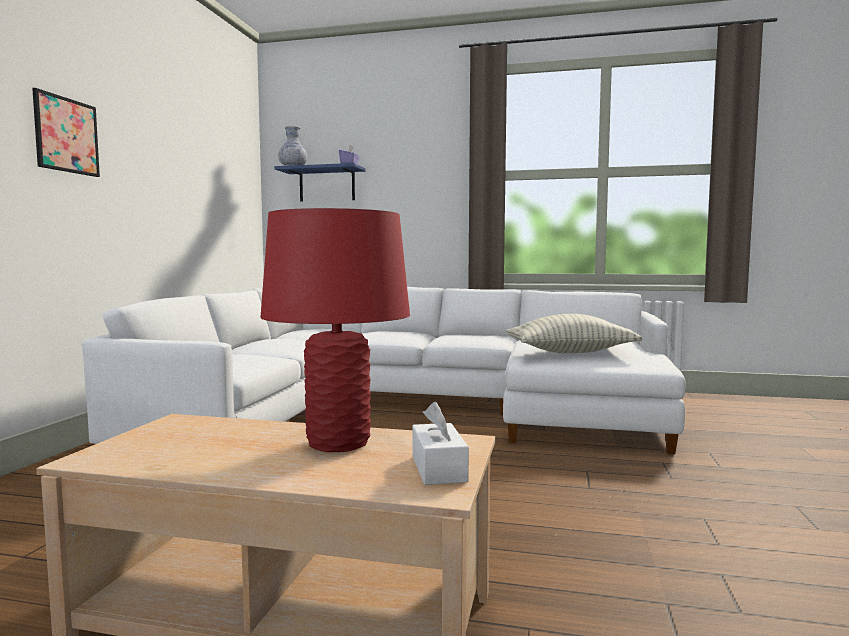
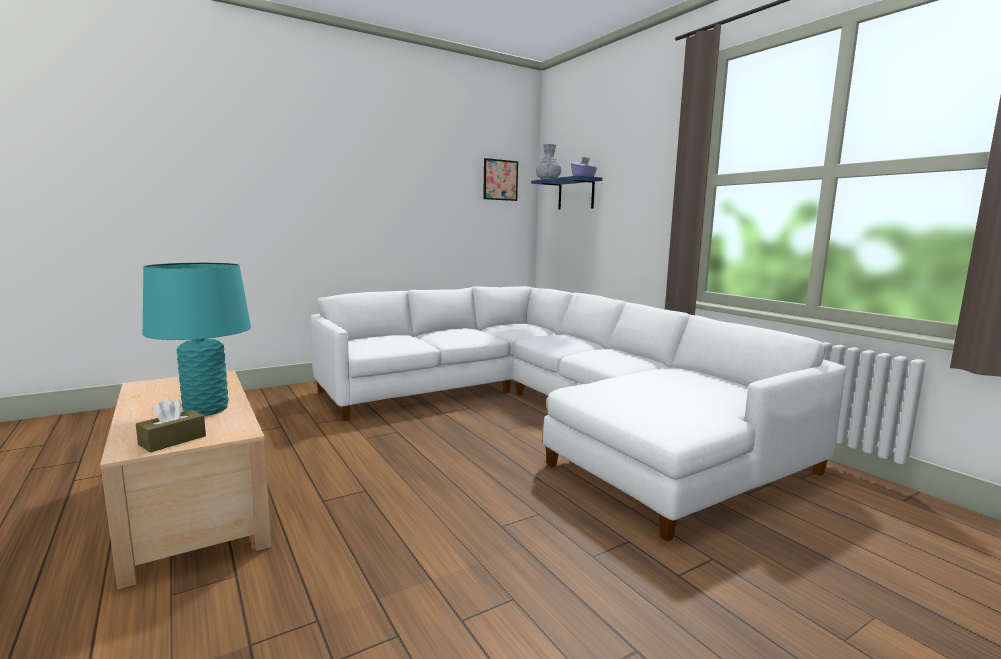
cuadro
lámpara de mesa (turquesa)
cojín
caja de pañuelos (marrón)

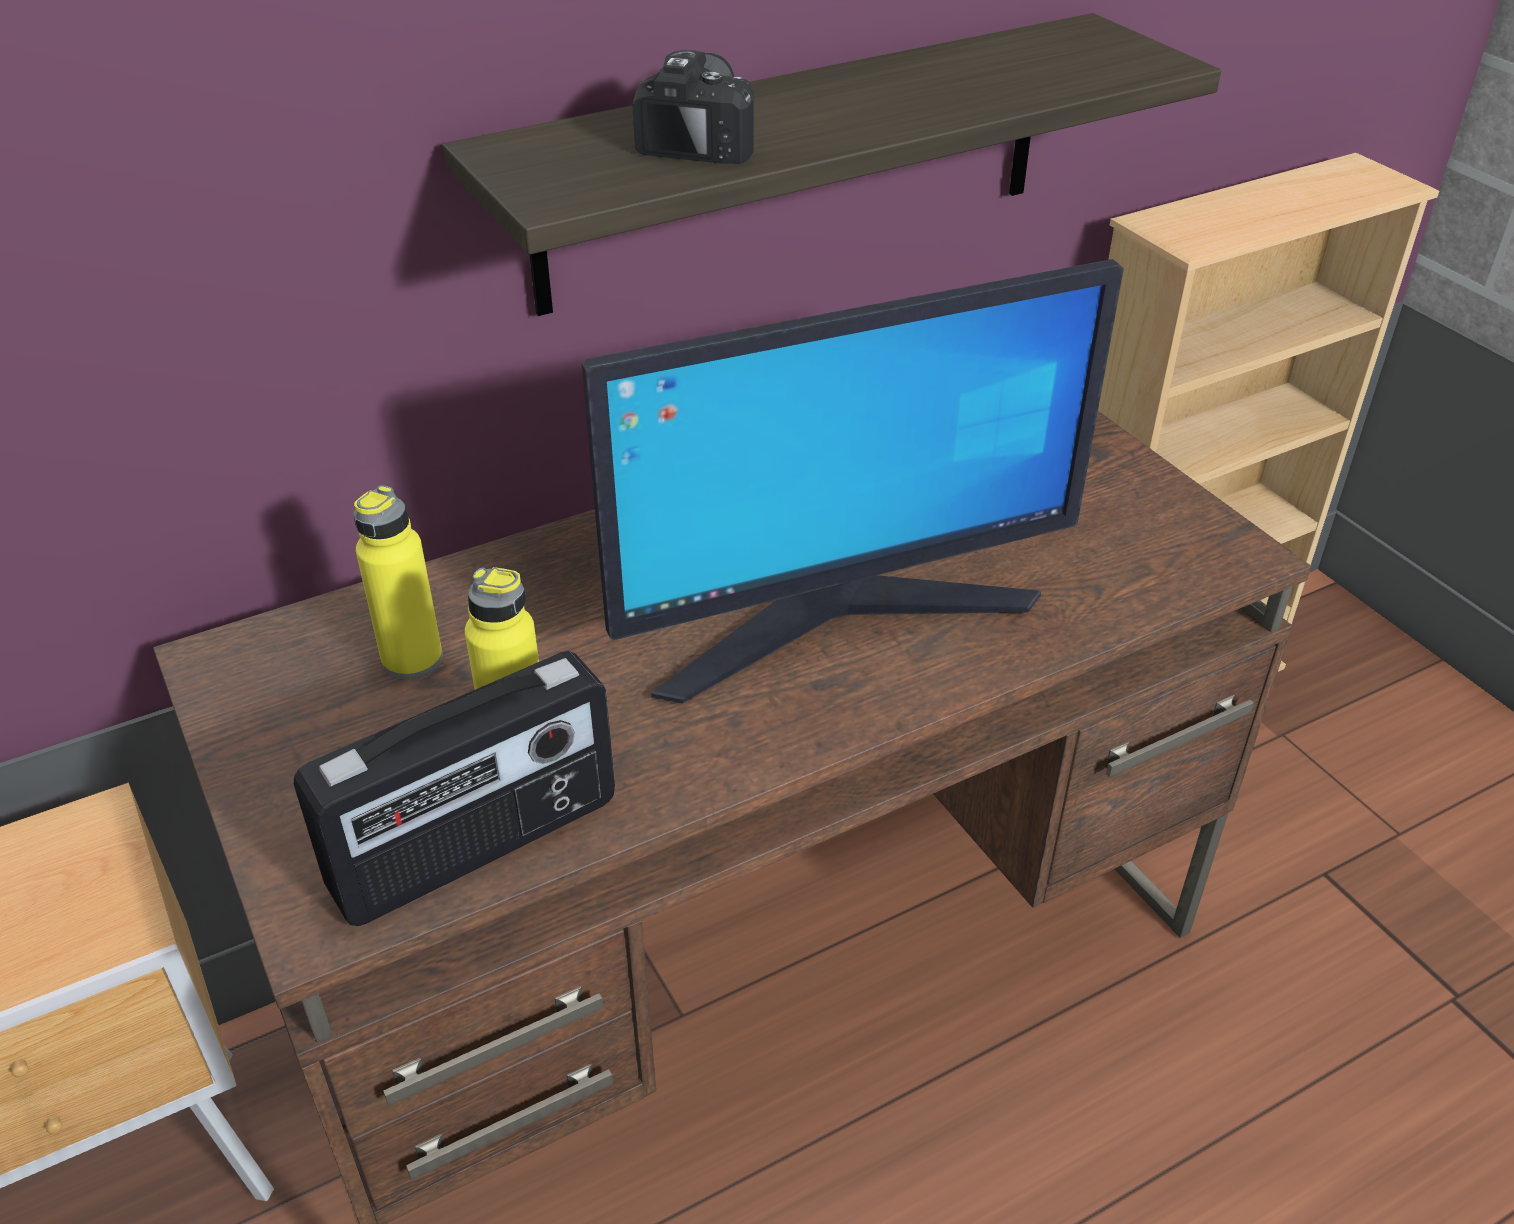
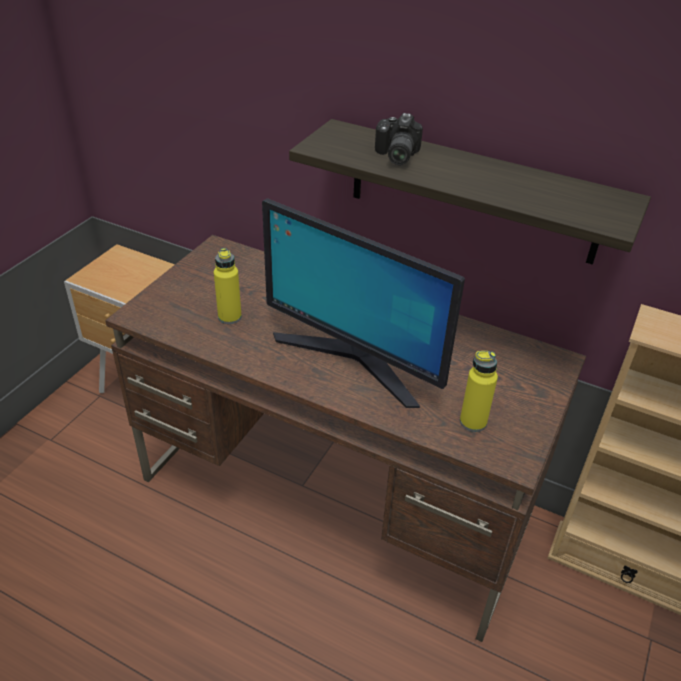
cámara
botella (amarillo) (no. 2 from left)
radio

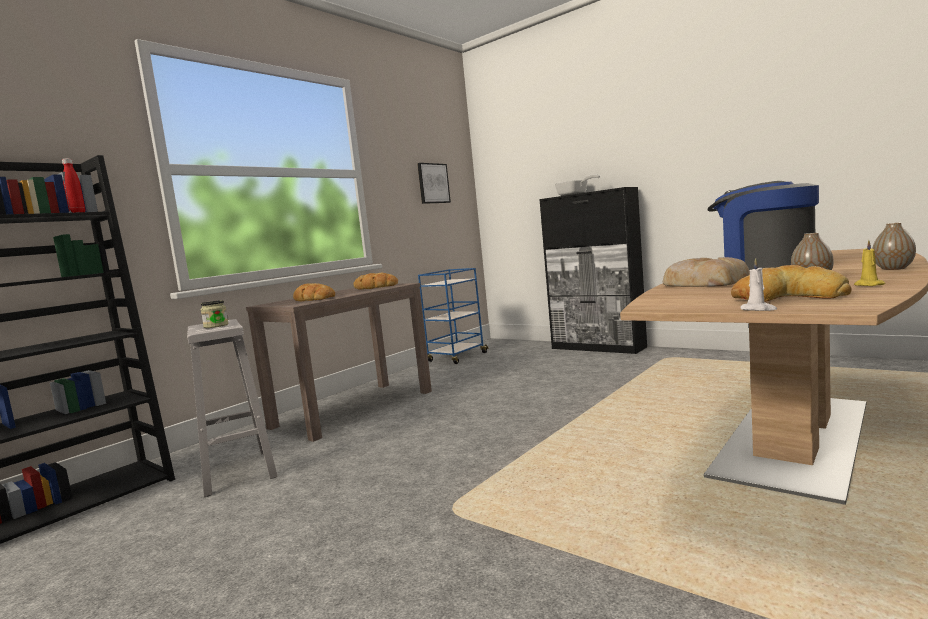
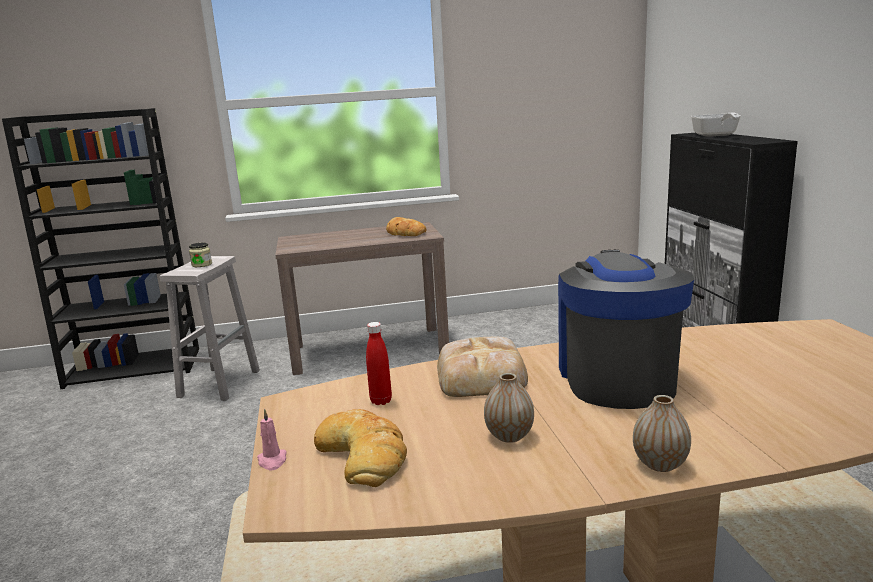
botella (rojo)
cuadro
vela (amarillo)
vela (rosa)
carrito (azul)
pan (no. 1 from left in the first image)

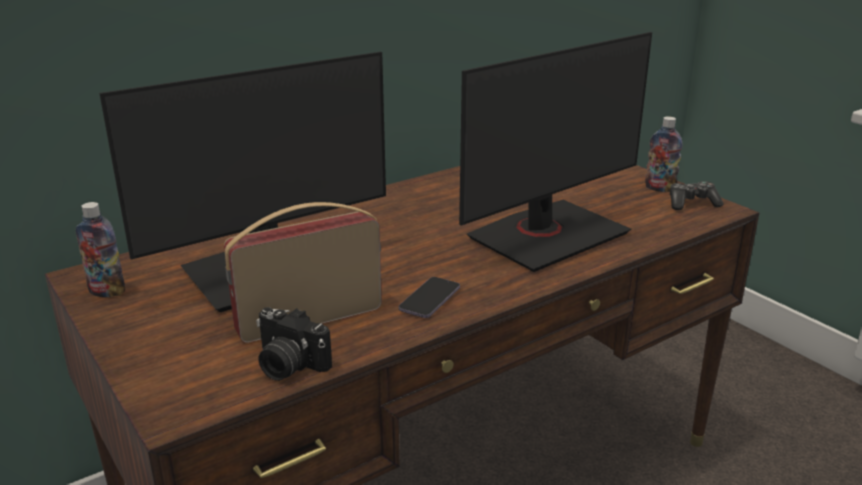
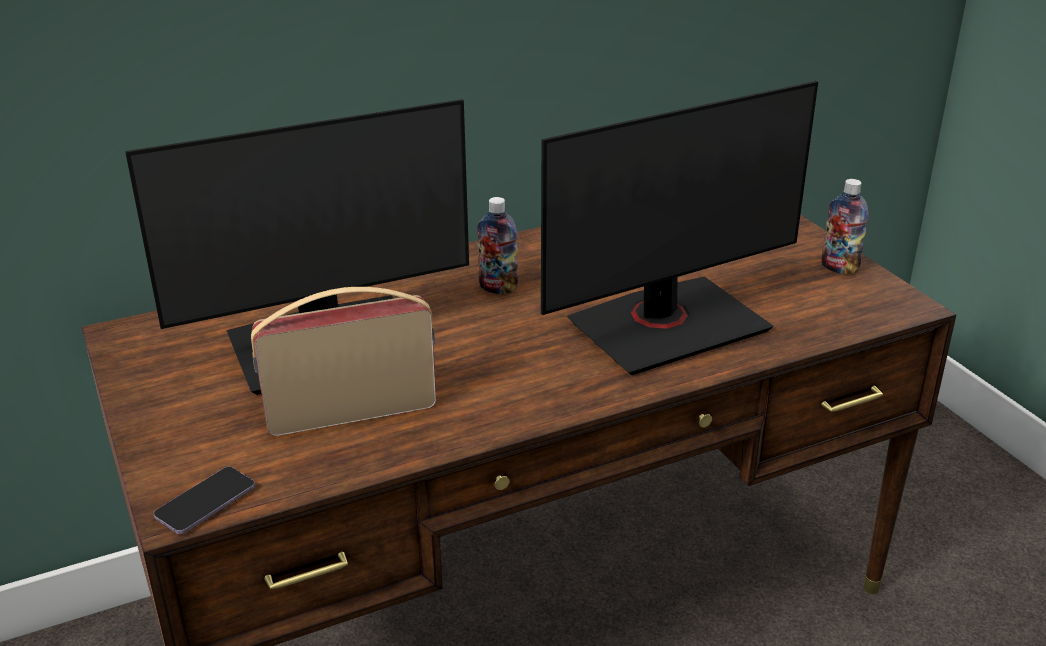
mando de consola
botella (no. 1 from left)
móvil
cámara

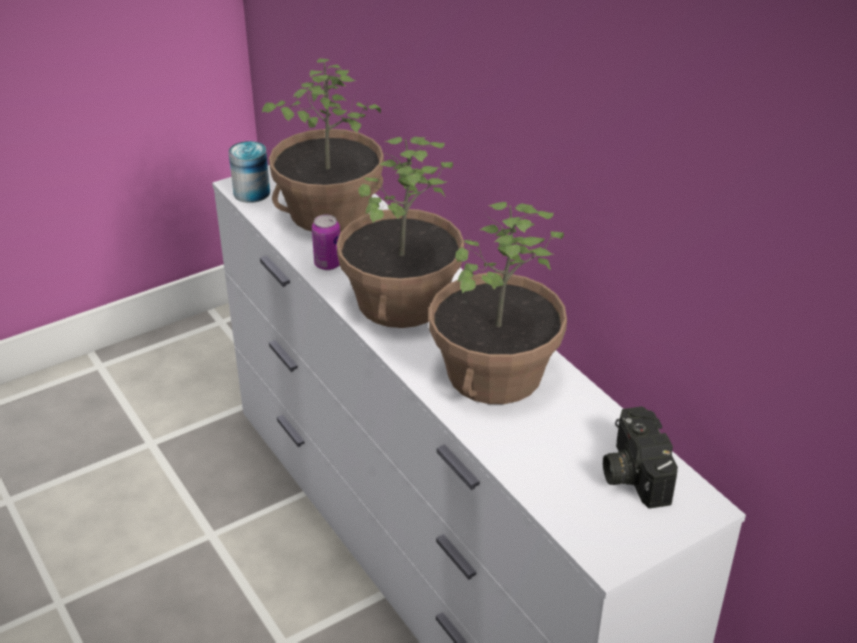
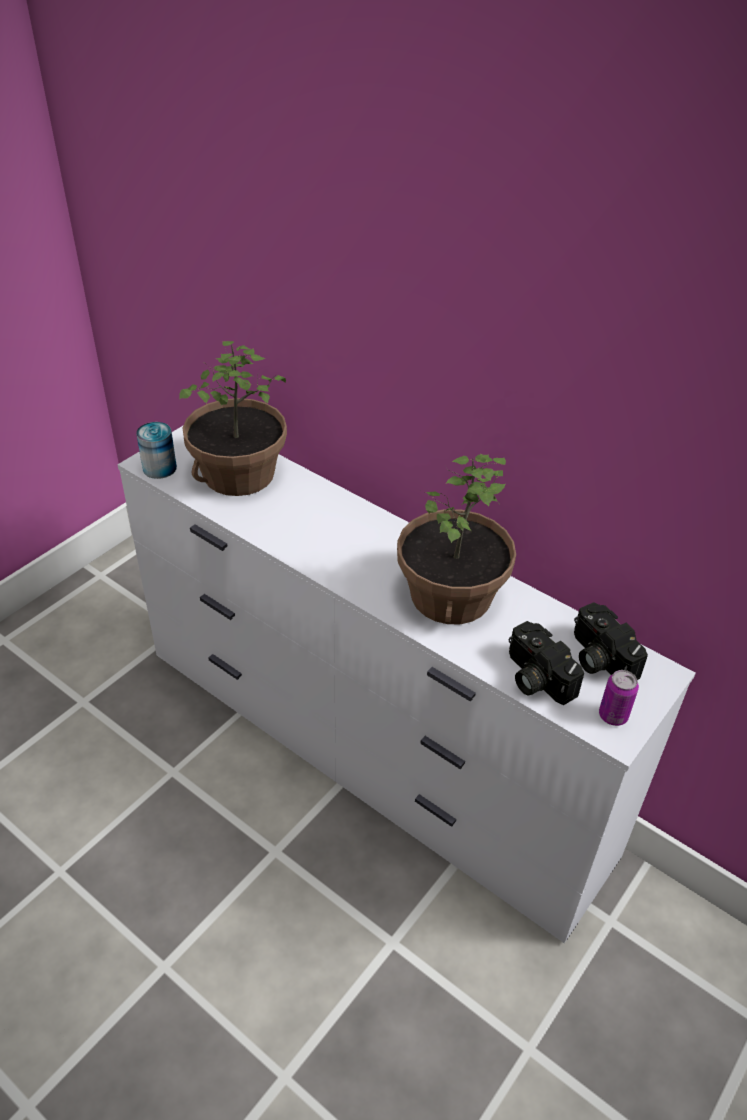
planta en maceta (no. 2 from left in the first image)
lata (no. 2 from left)
cámara (no. 1 from left)

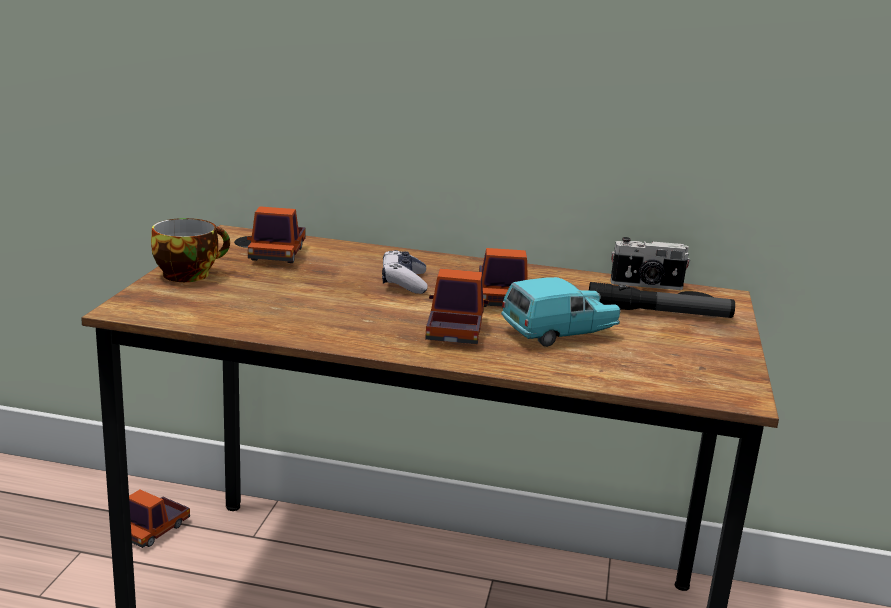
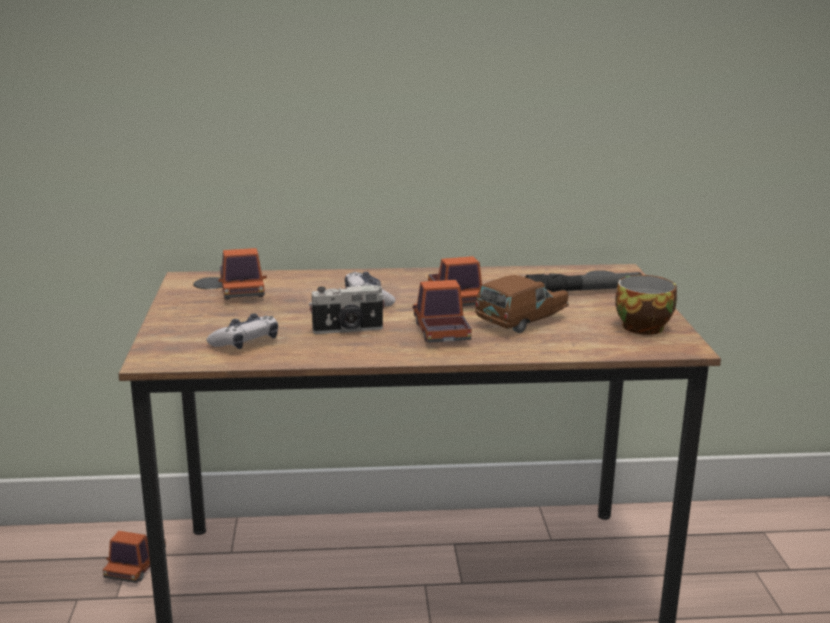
taza
cámara
coche de juguete (marrón)
mando de consola (no. 1 from left)

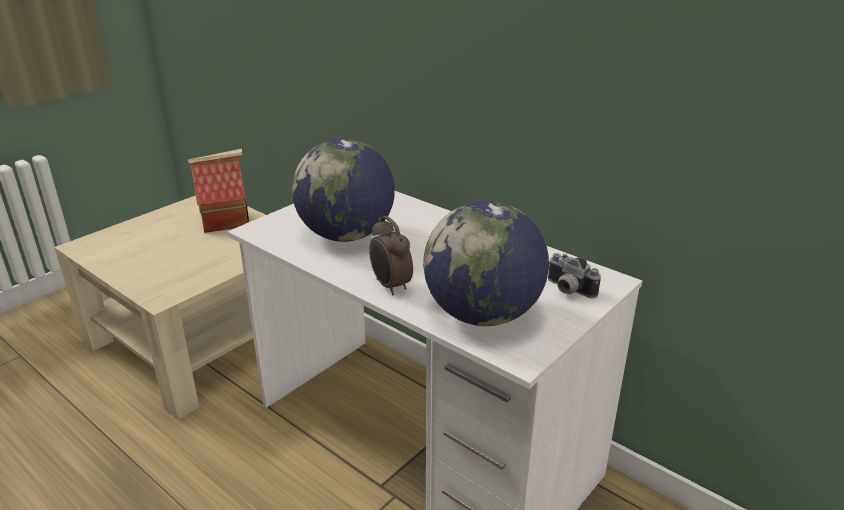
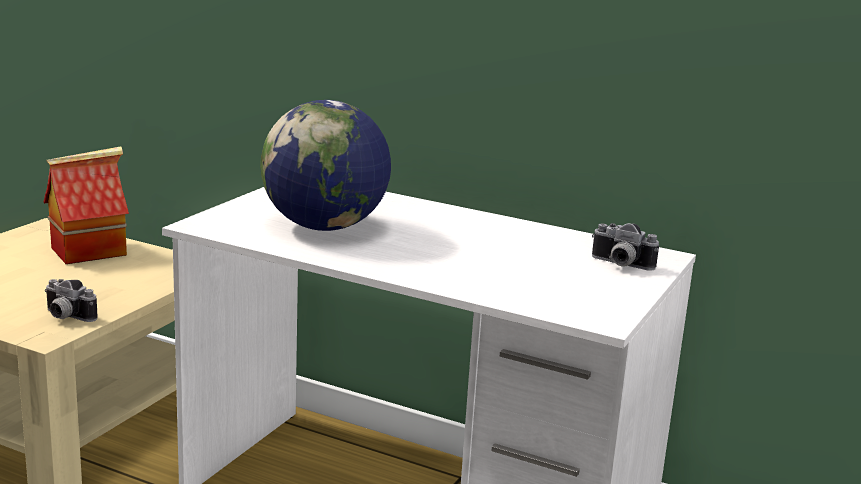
globo terráqueo (no. 2 from left in the first image)
despertador
cámara (no. 1 from left)

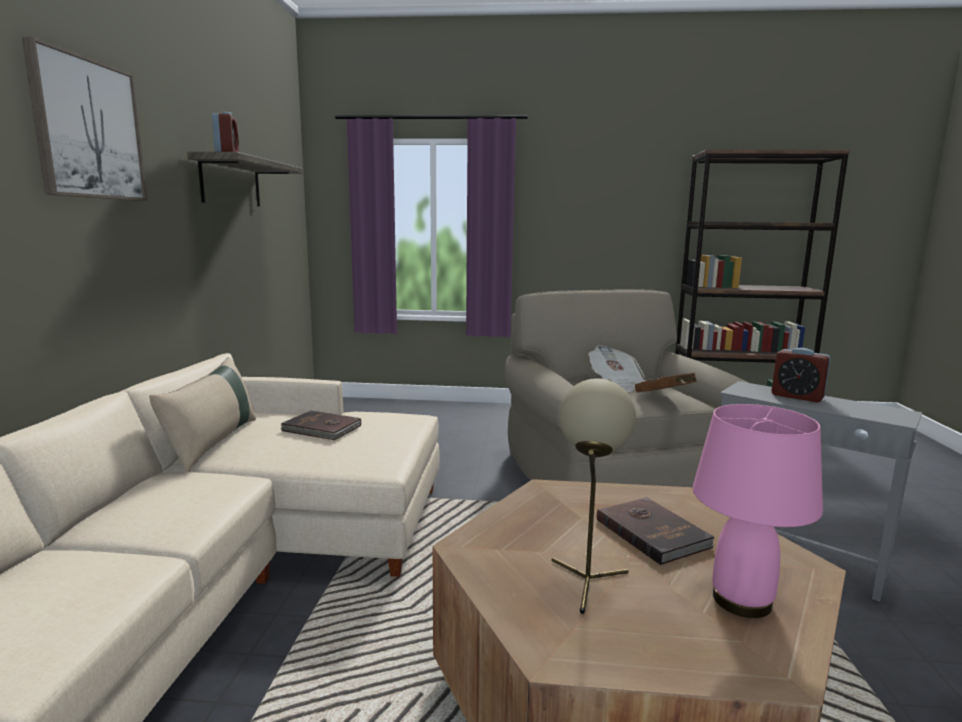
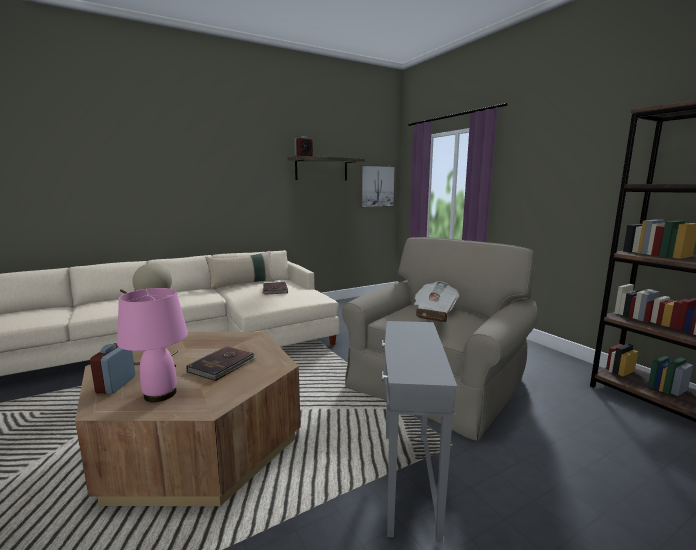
cuadro
despertador (no. 1 from left)

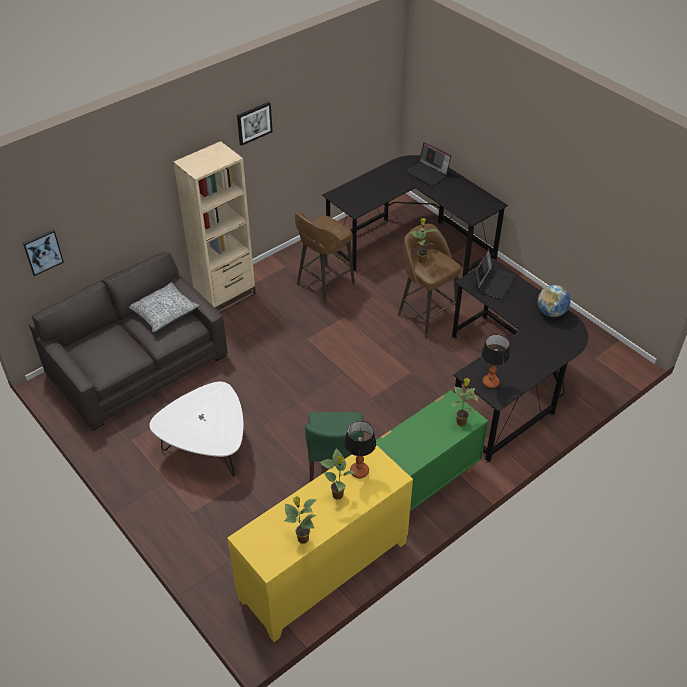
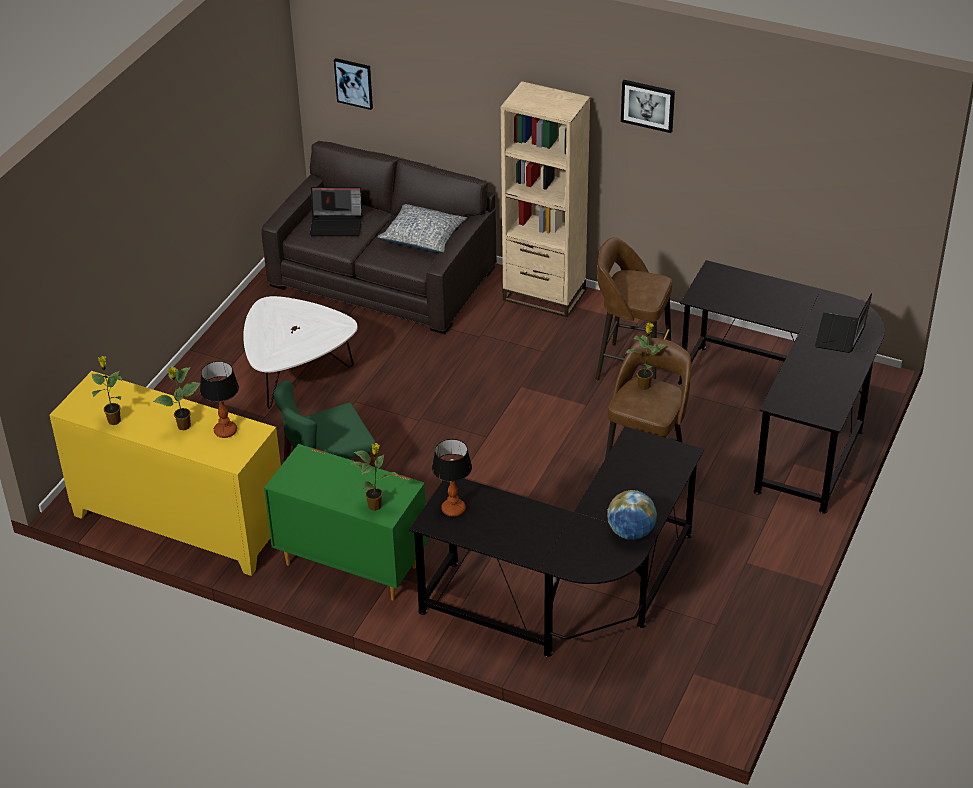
portátil (no. 1 from left)

